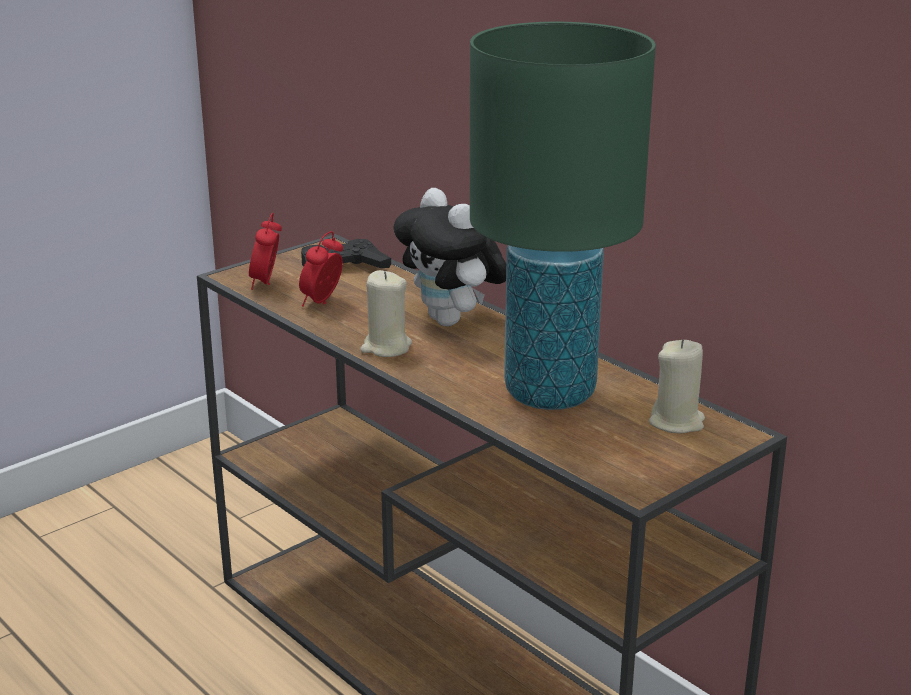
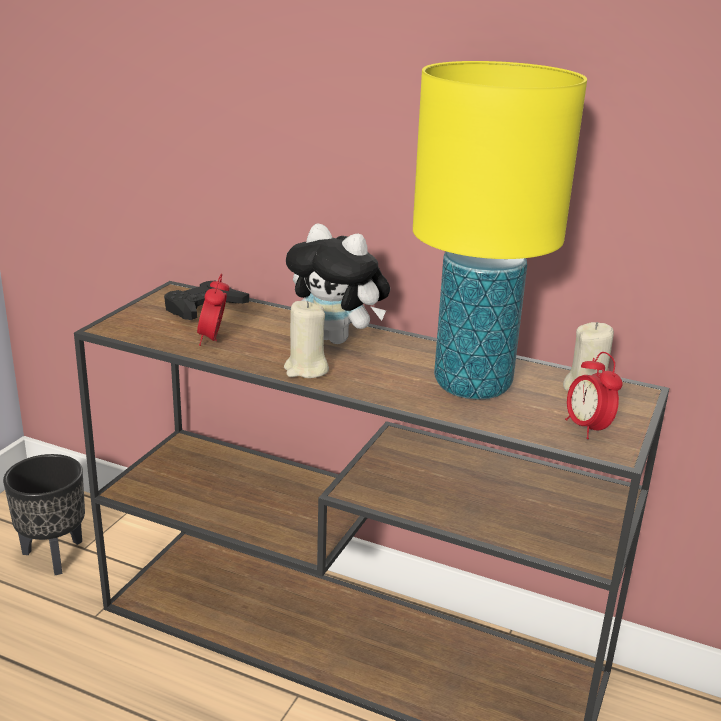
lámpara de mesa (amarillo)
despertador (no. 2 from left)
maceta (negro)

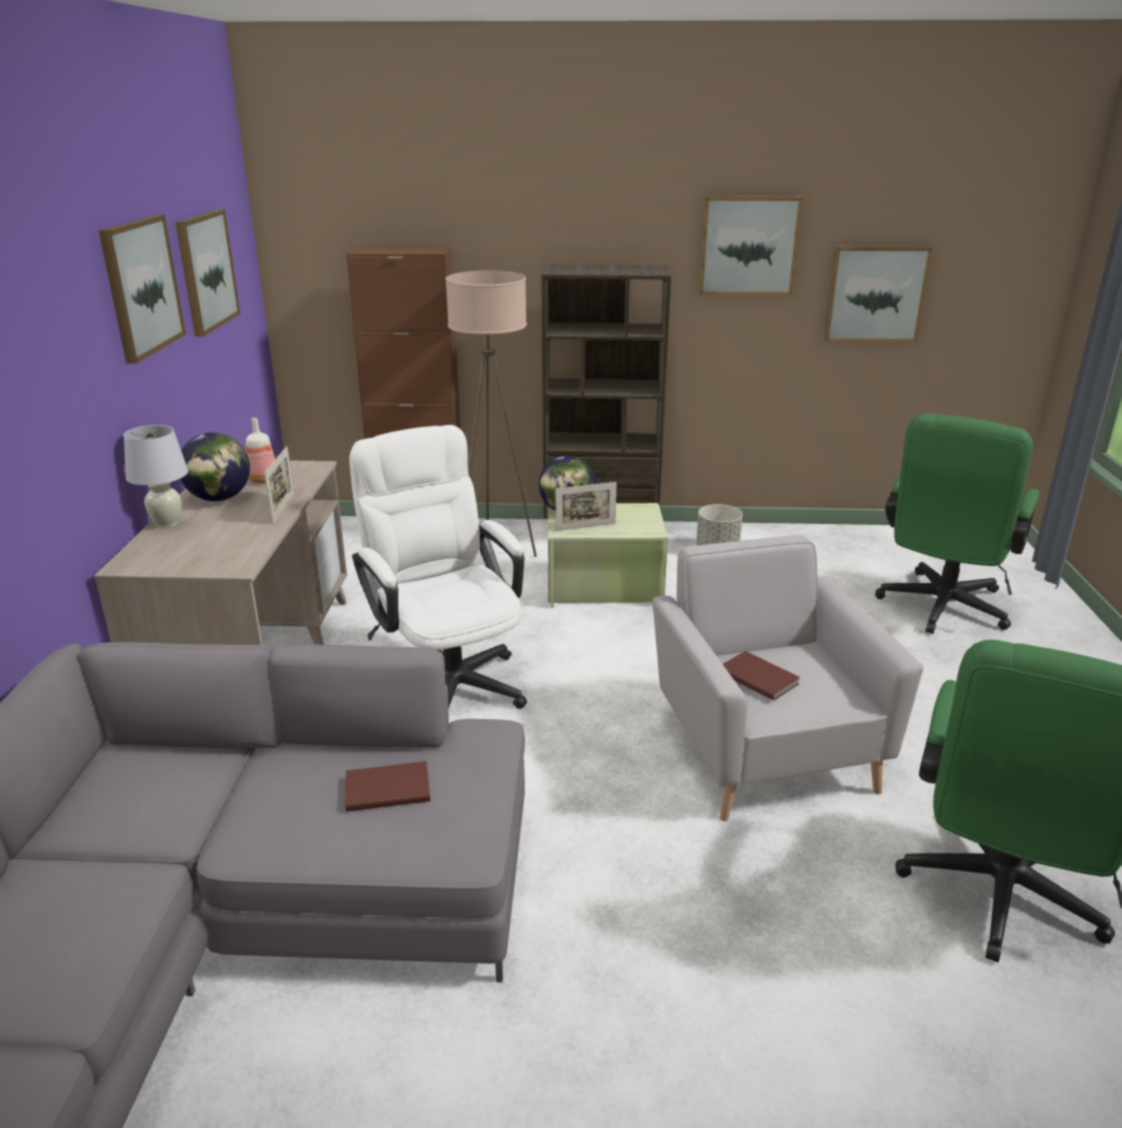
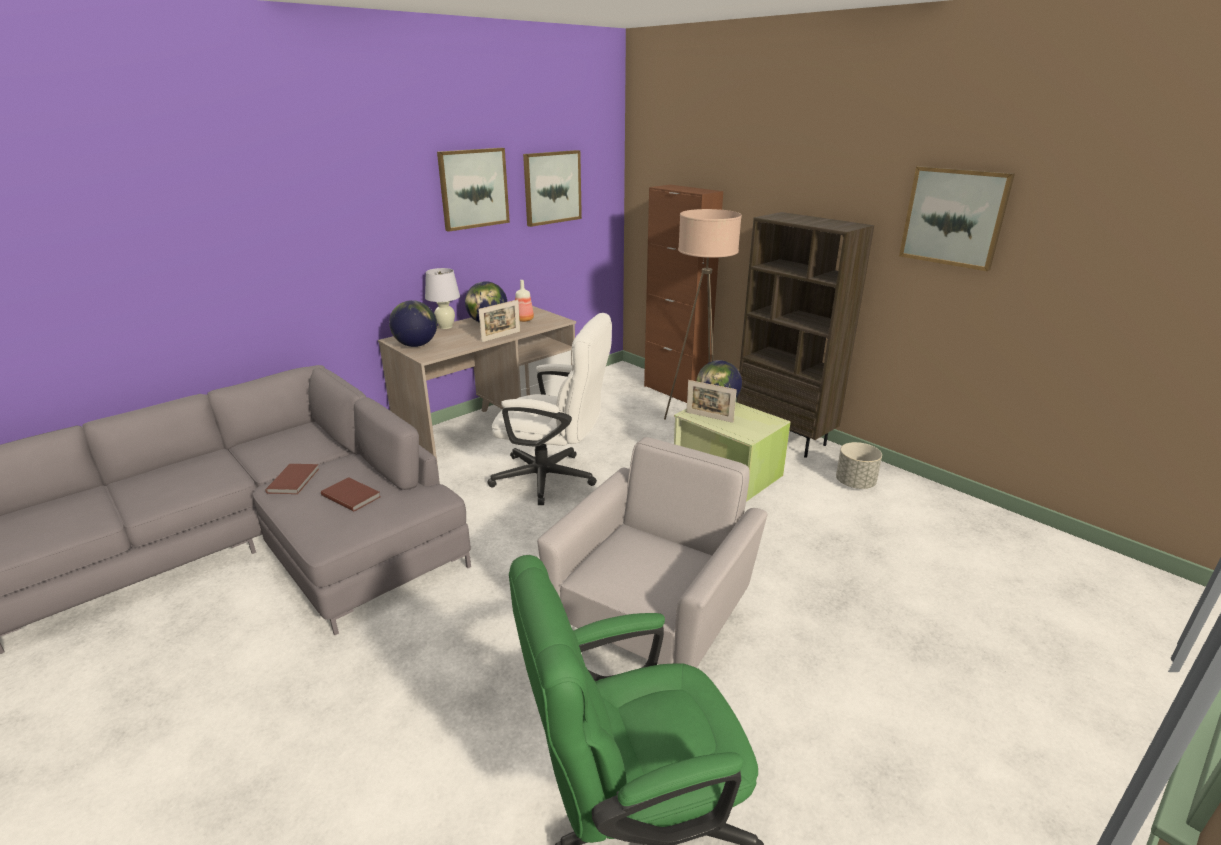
cuadro (no. 4 from left in the first image)
silla de oficina (verde) (no. 1 from left in the first image)
silla de oficina (blanco)
libro (marrón) (no. 1 from left)
globo terráqueo (no. 1 from left)

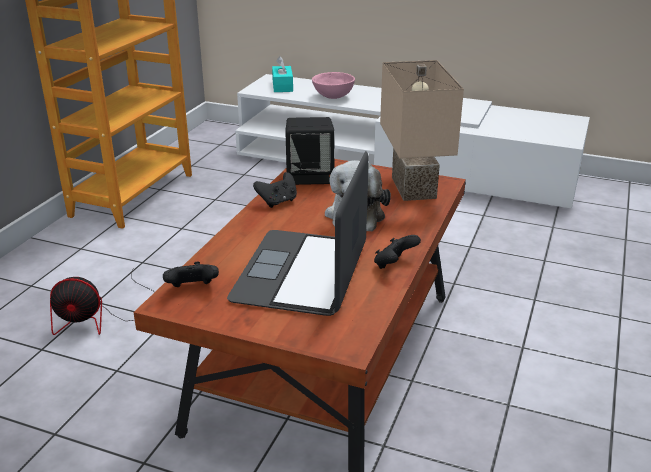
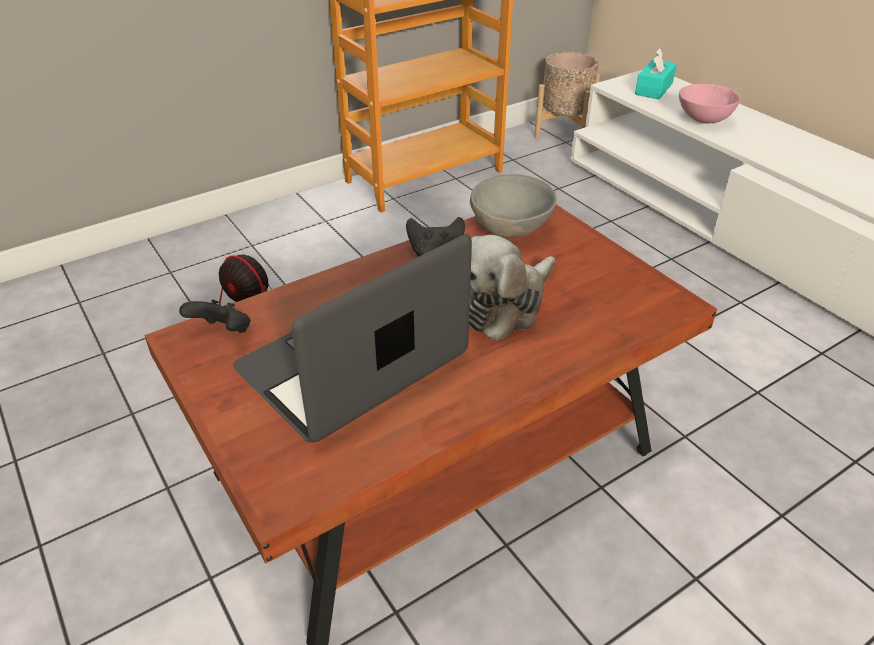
lámpara de mesa (beis)
cuenco (gris)
mando de consola (negro) (no. 3 from left in the first image)
maceta (beis)

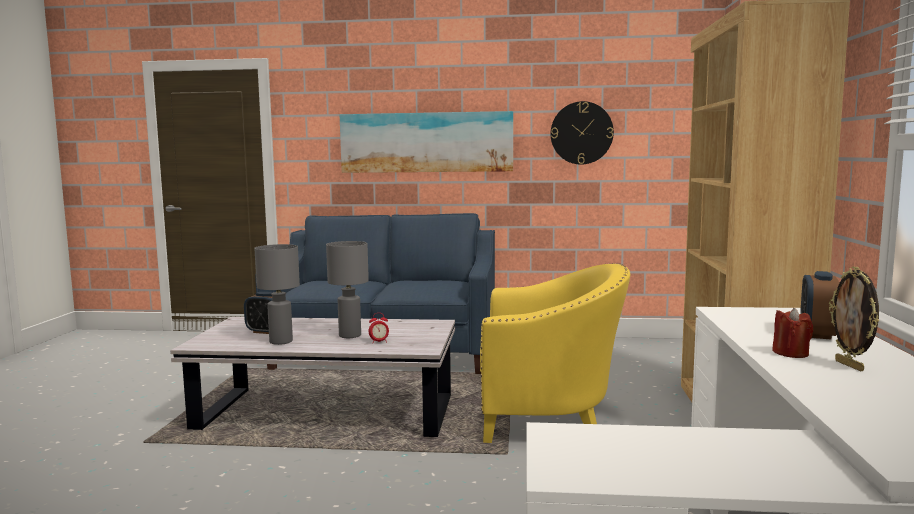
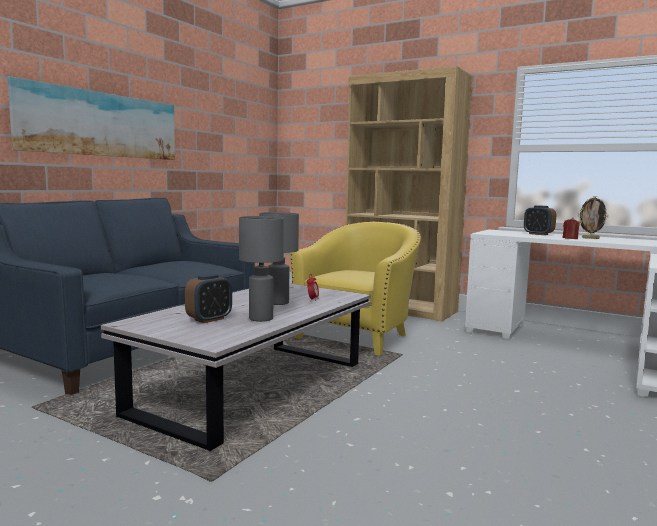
reloj de pared

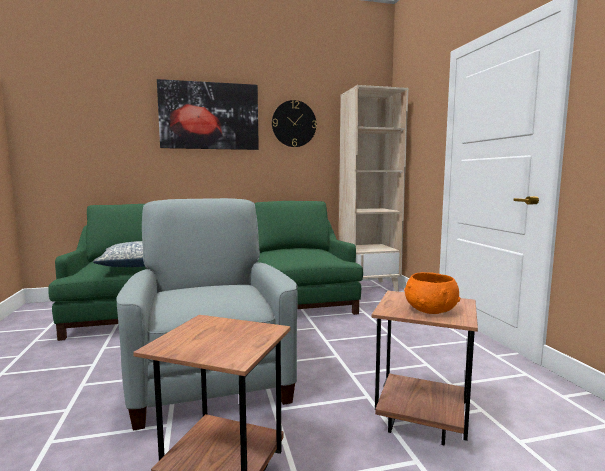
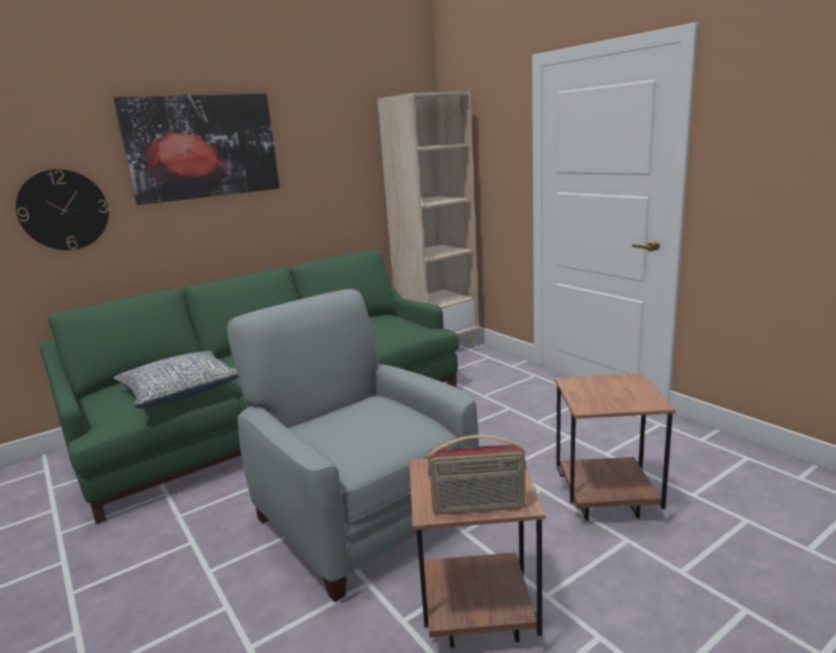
reloj de pared
cuenco (naranja)
radio

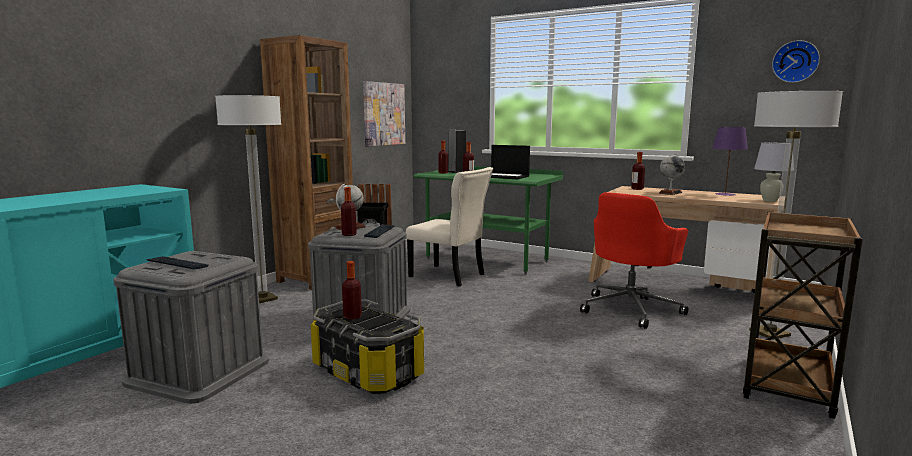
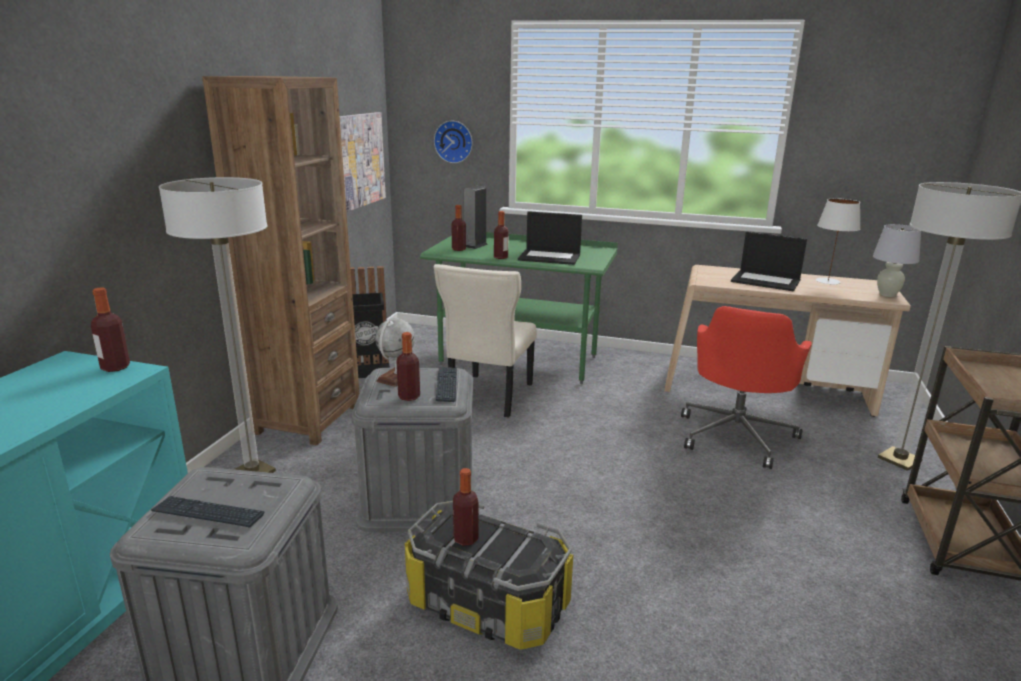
reloj de pared
lámpara de mesa (blanco) (no. 1 from left)
botella (no. 1 from left)
portátil (no. 2 from left)
silla (beis)

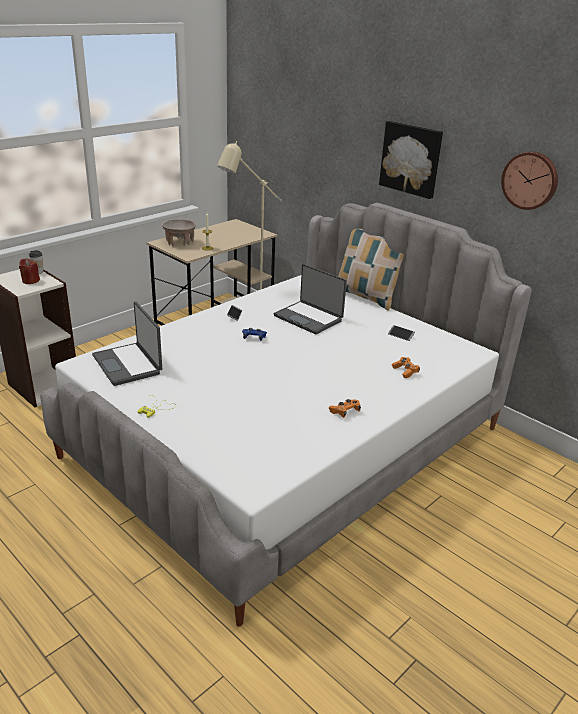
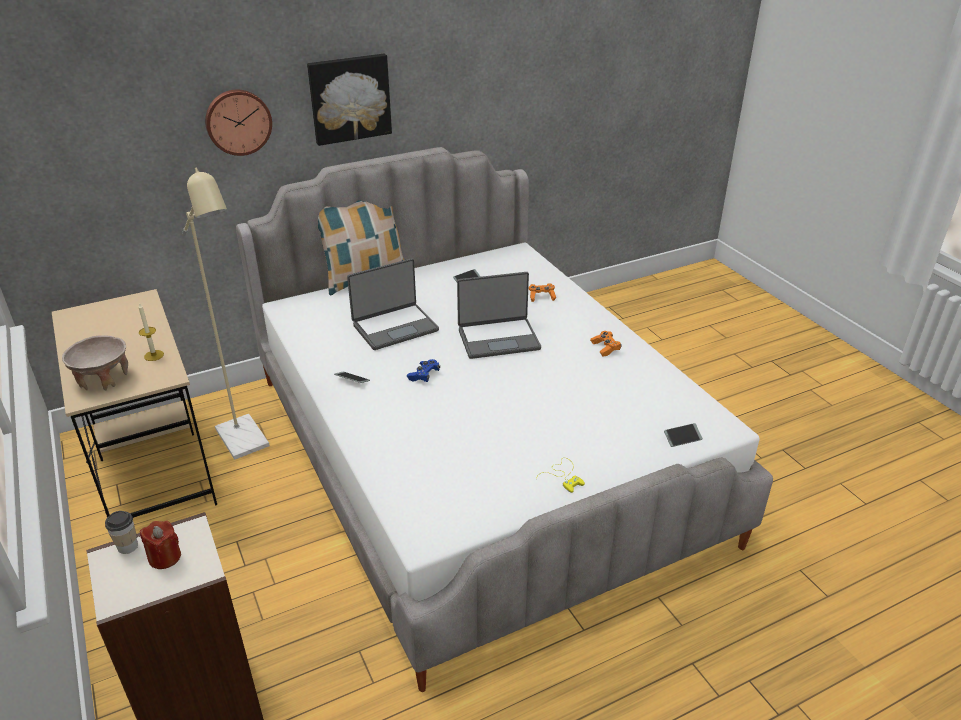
reloj de pared
portátil (no. 2 from left)
móvil (no. 3 from left)

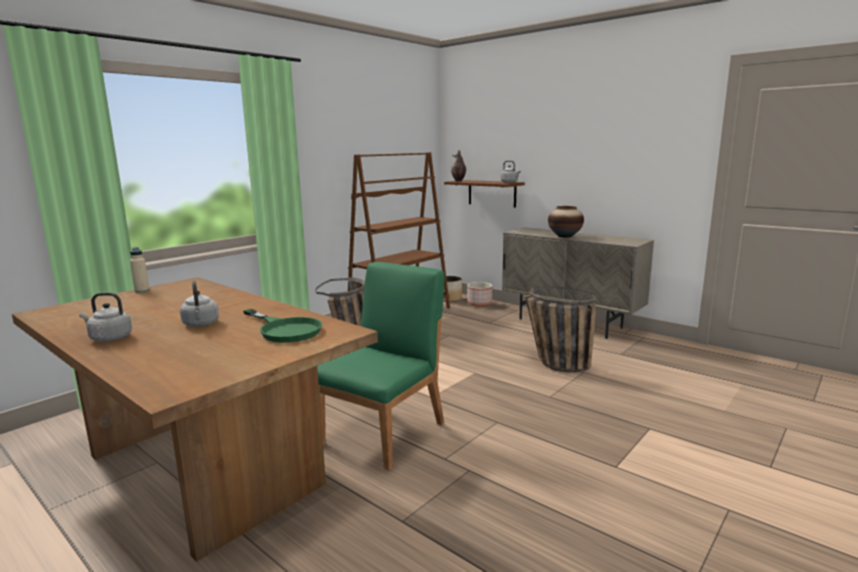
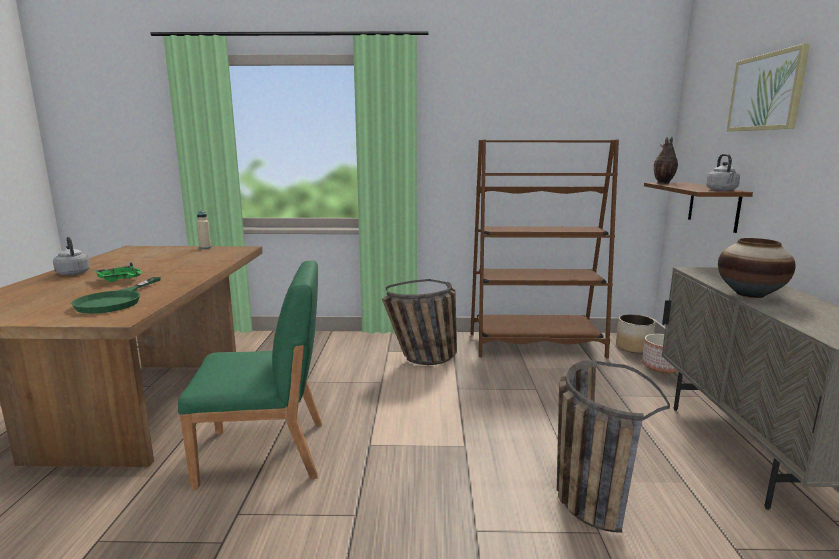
bandeja (verde)
cuadro

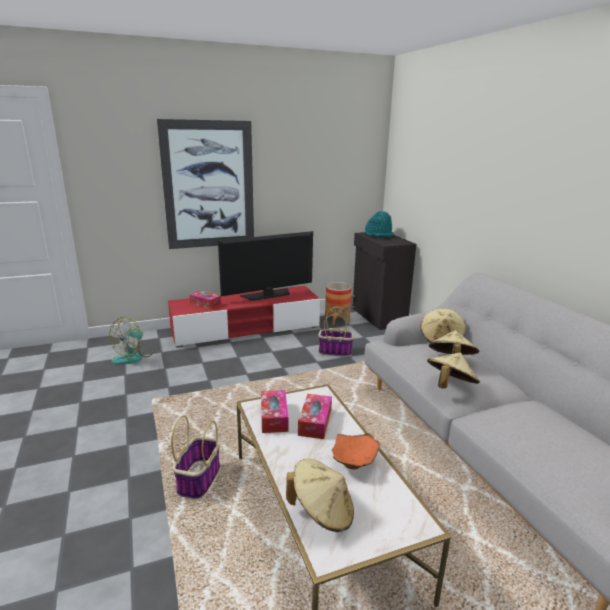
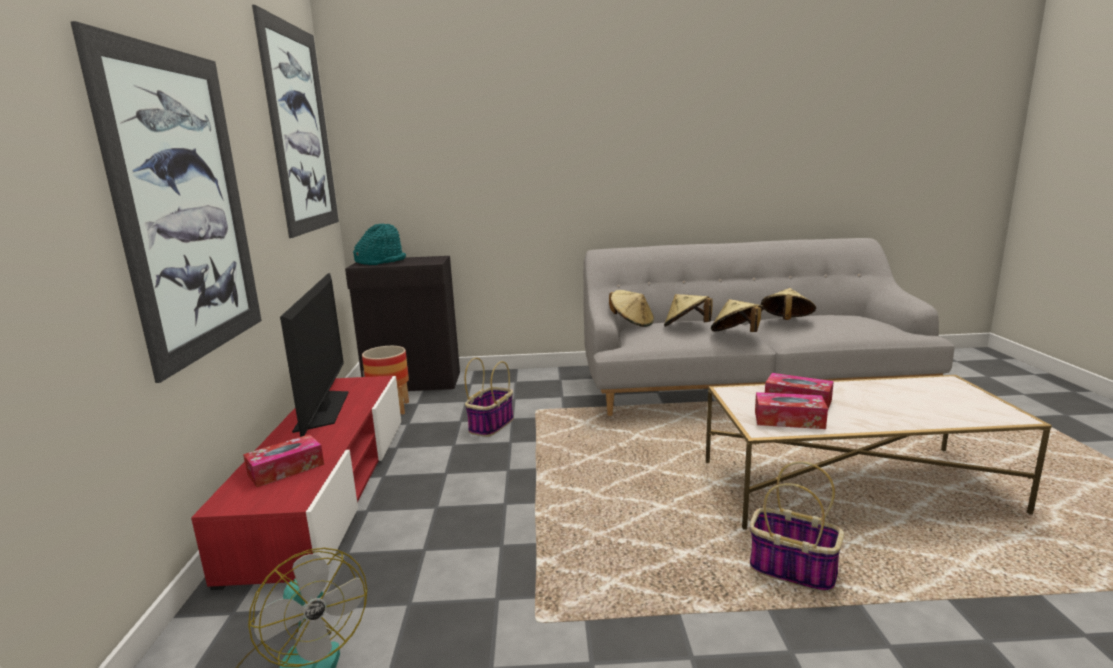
cuenco (naranja)
sombrero (beis) (no. 4 from left)
cuadro (no. 2 from left)

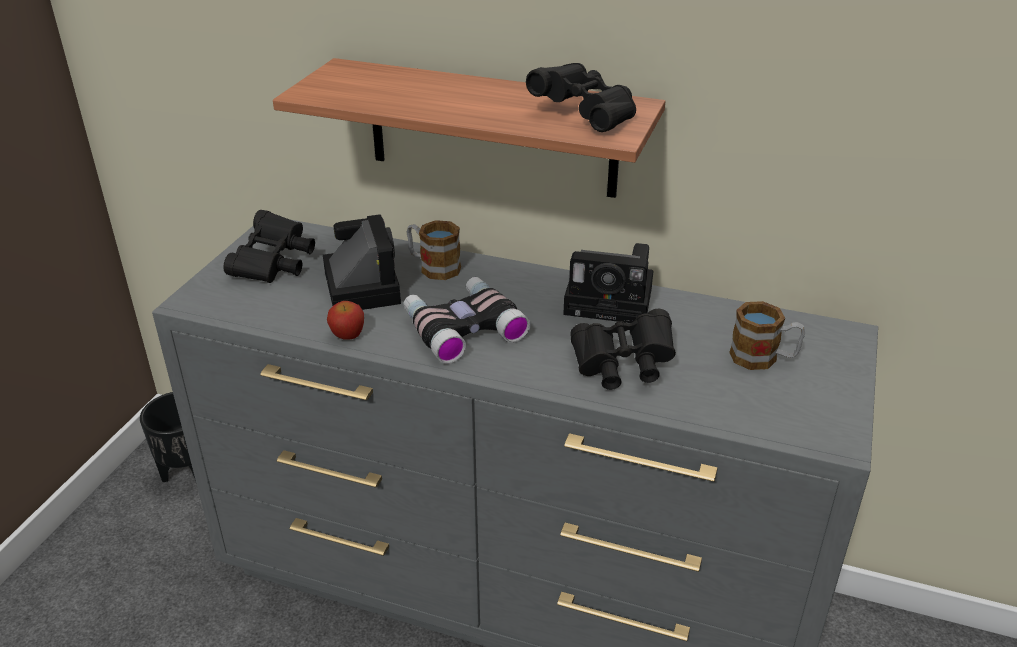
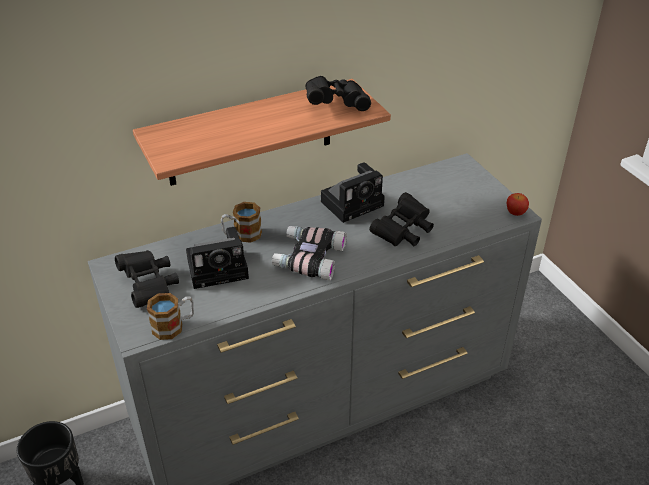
cámara (no. 1 from left)
manzana
taza grande (no. 1 from left)

